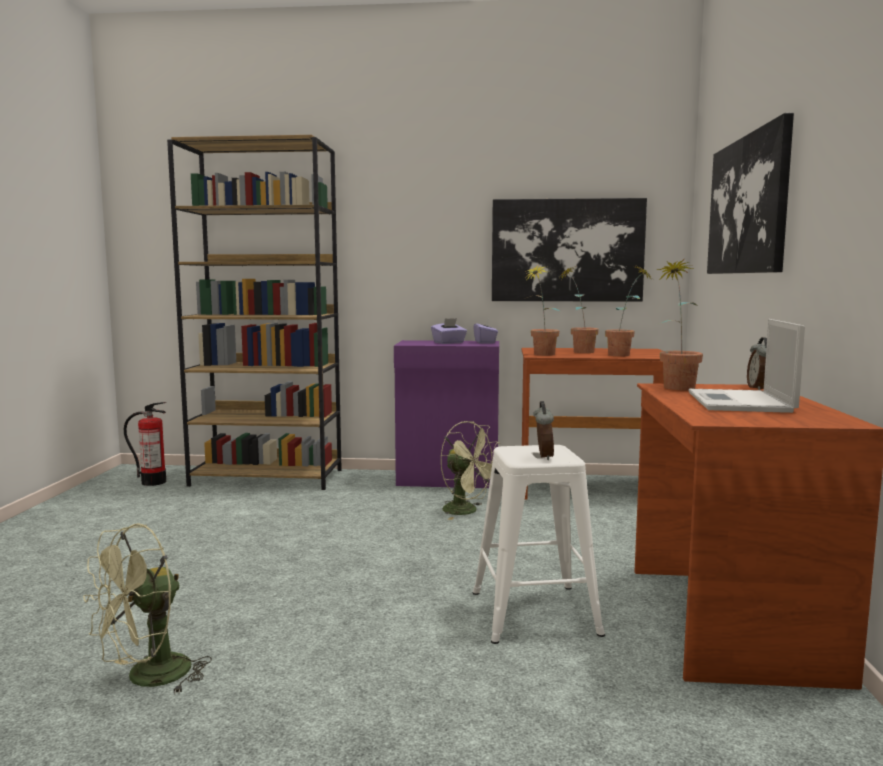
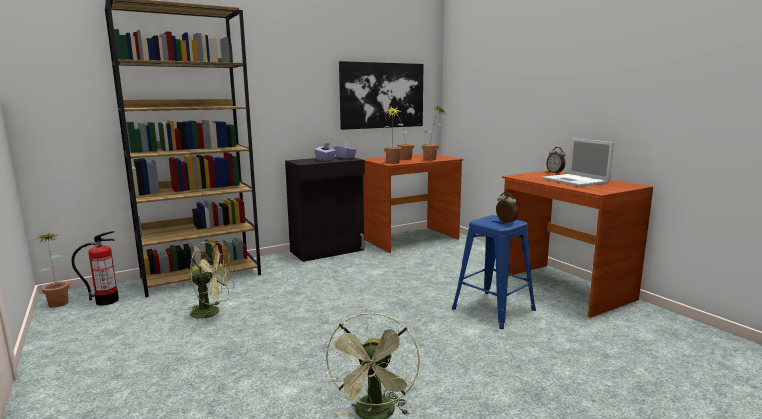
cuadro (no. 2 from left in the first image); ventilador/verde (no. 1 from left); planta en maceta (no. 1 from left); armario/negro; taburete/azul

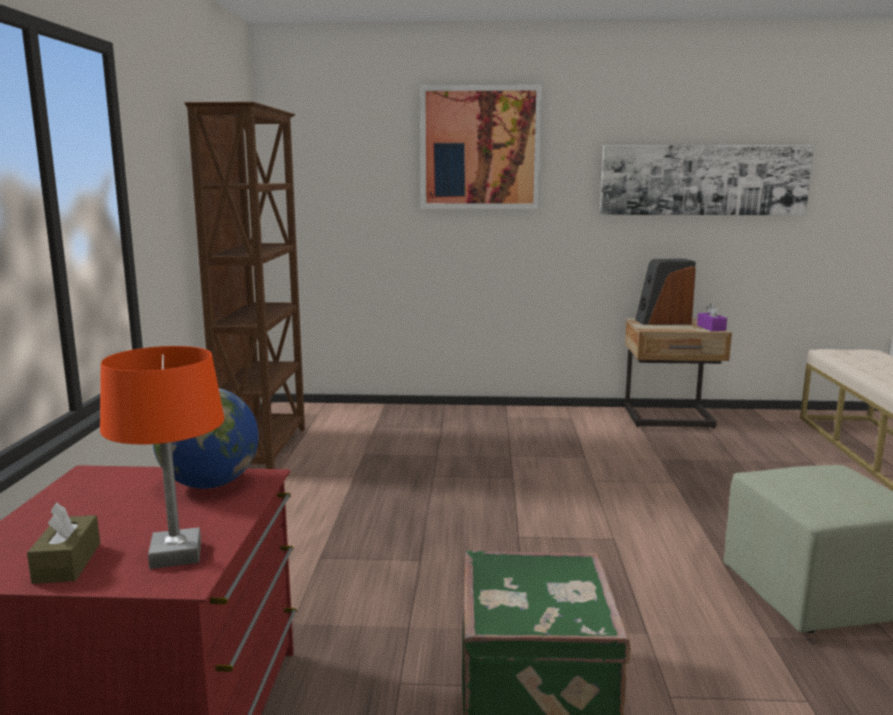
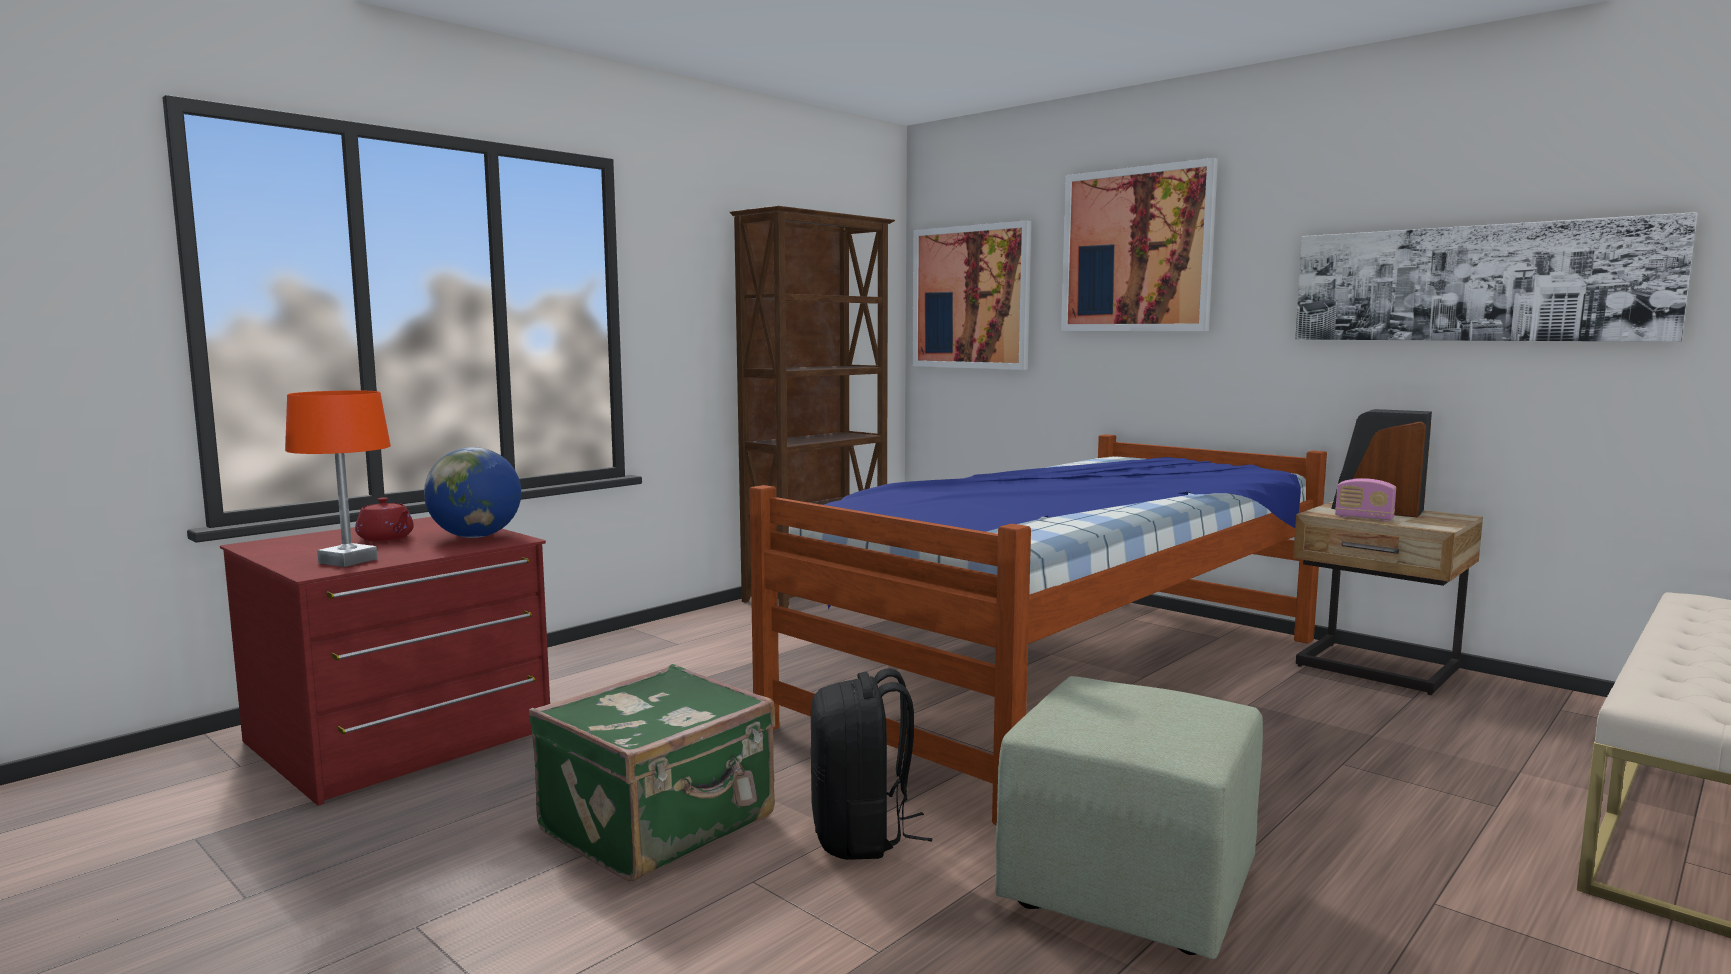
caja de pañuelos/marrón; caja de pañuelos/morado; tetera/rojo; cama; mochila/negro; cuadro (no. 1 from left); radio

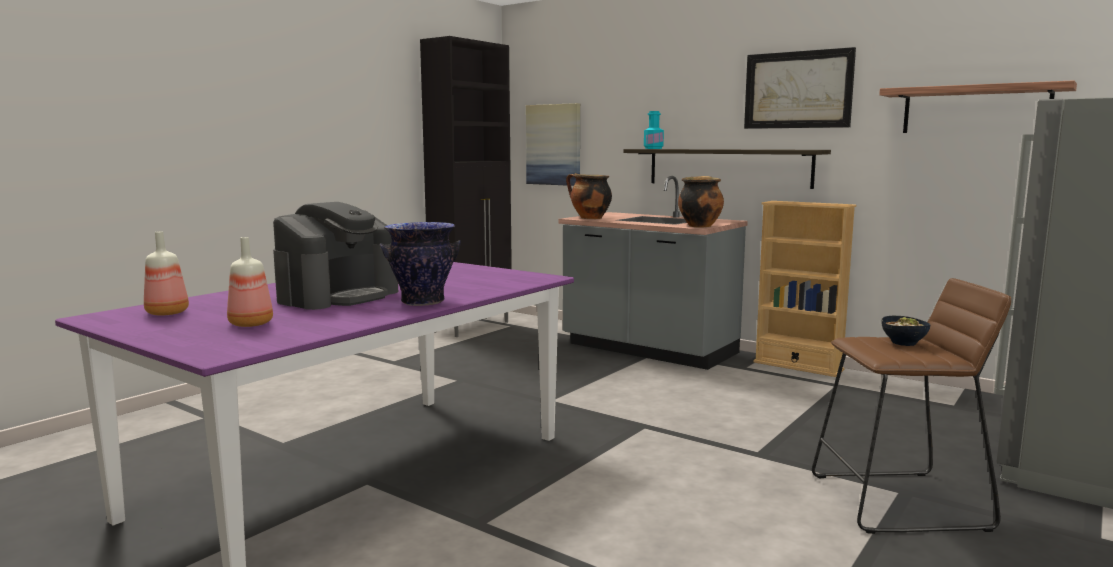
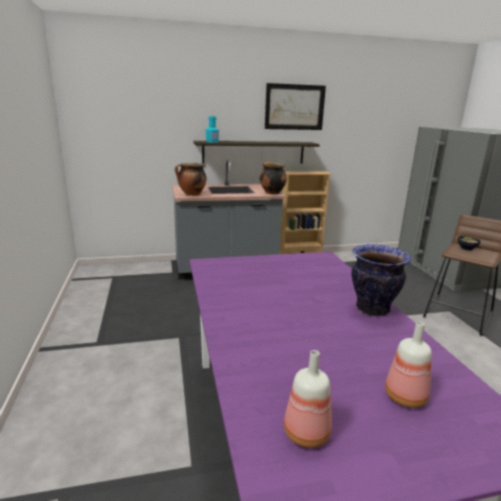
cafetera; armario/negro; cuadro (no. 1 from left in the first image); estante (no. 2 from left in the first image)

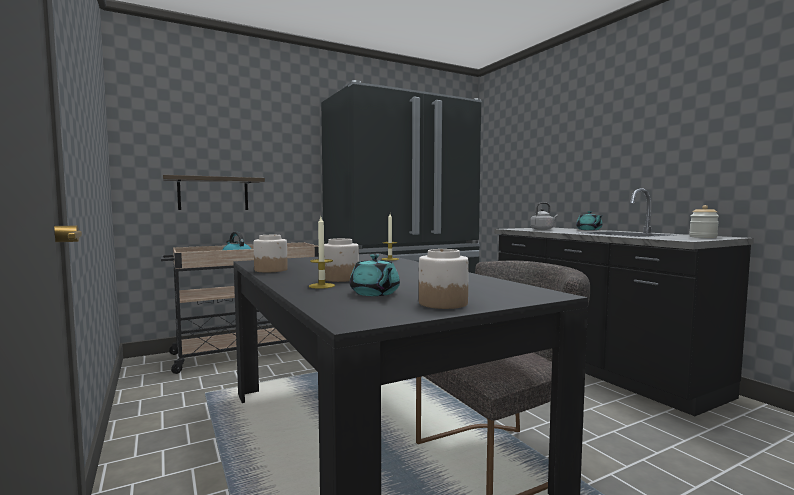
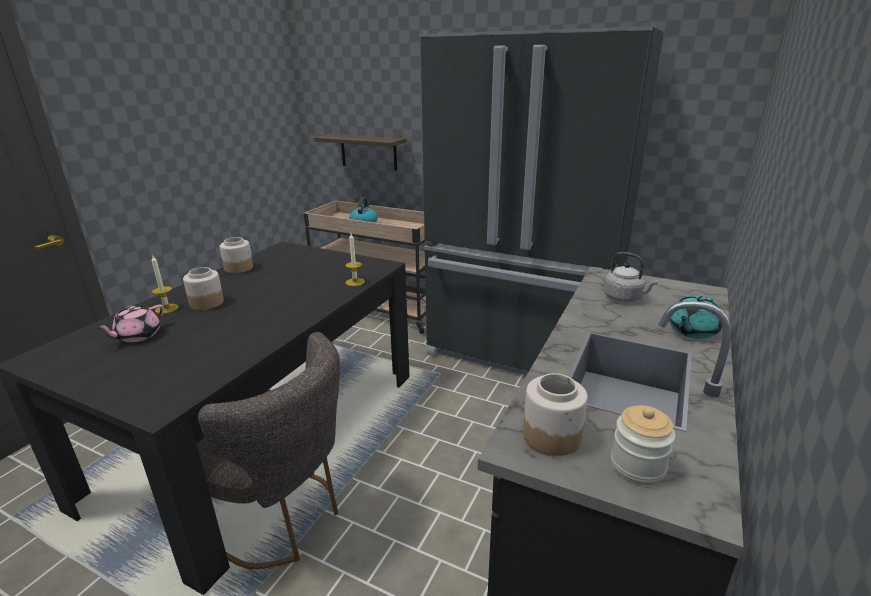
tarro (no. 3 from left); tetera/rosa

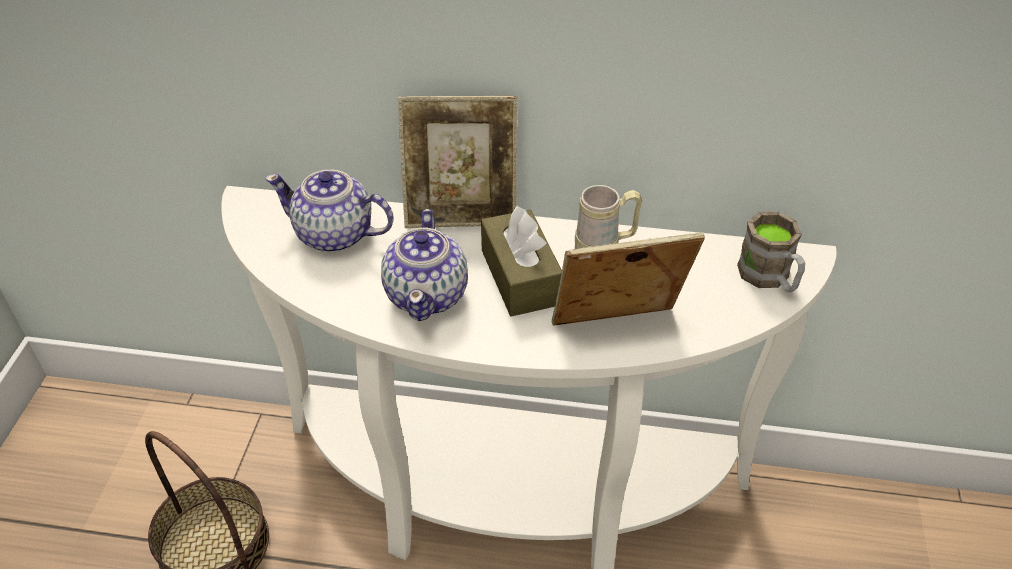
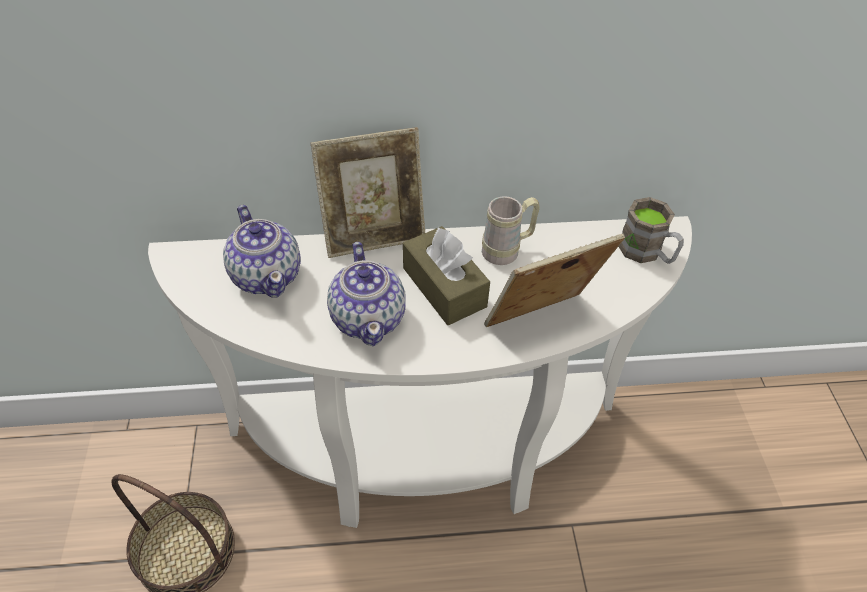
tetera (no. 1 from left)

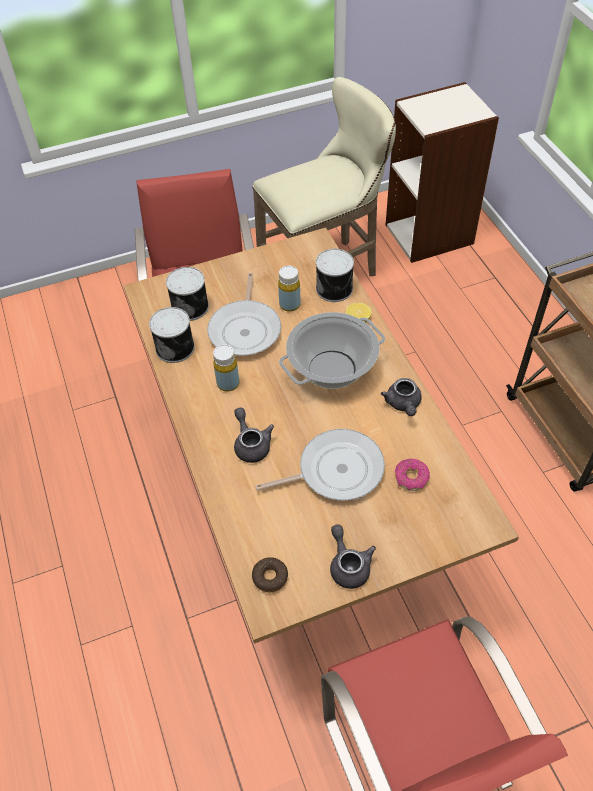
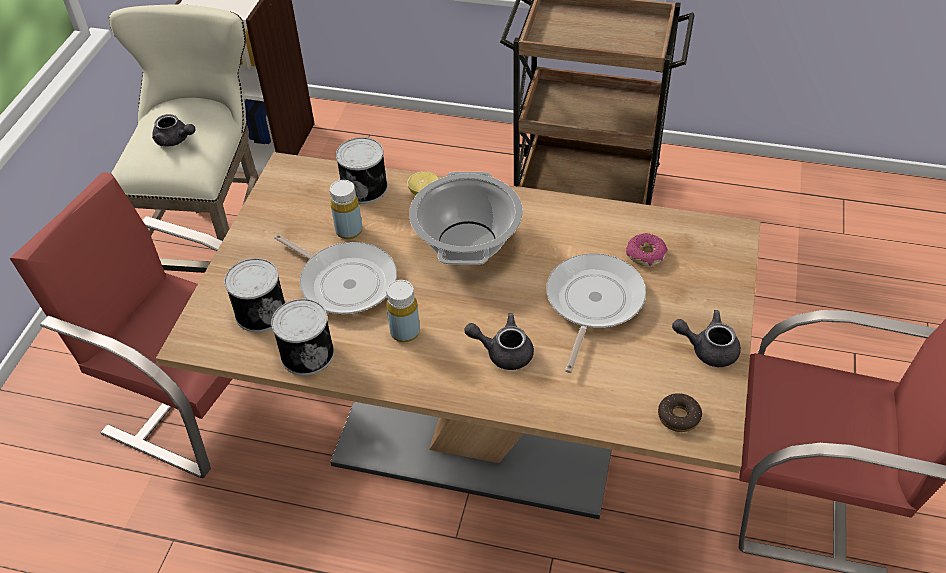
tetera/gris (no. 1 from left)

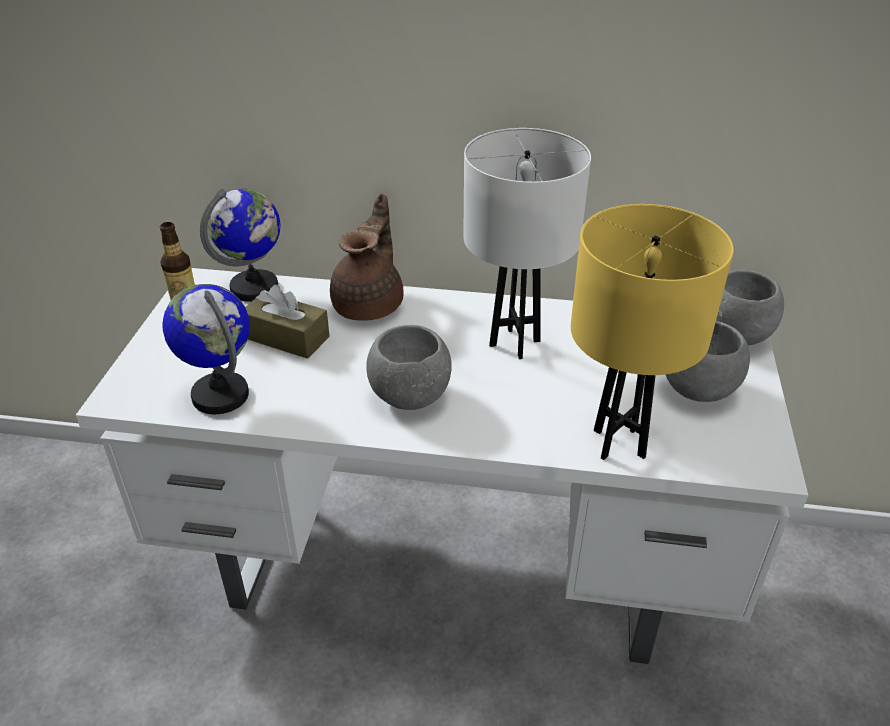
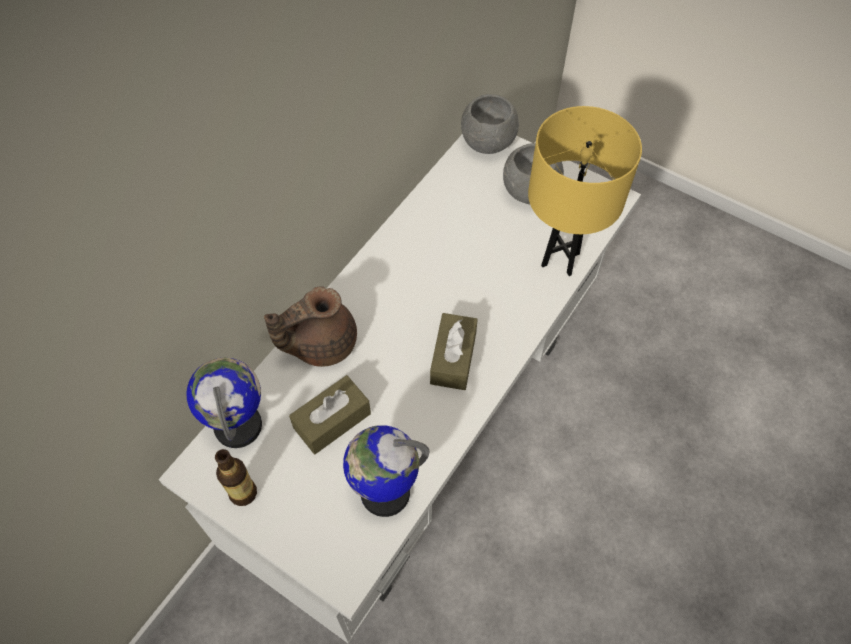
lámpara de mesa/blanco; caja de pañuelos/marrón (no. 2 from left); tetera/marrón

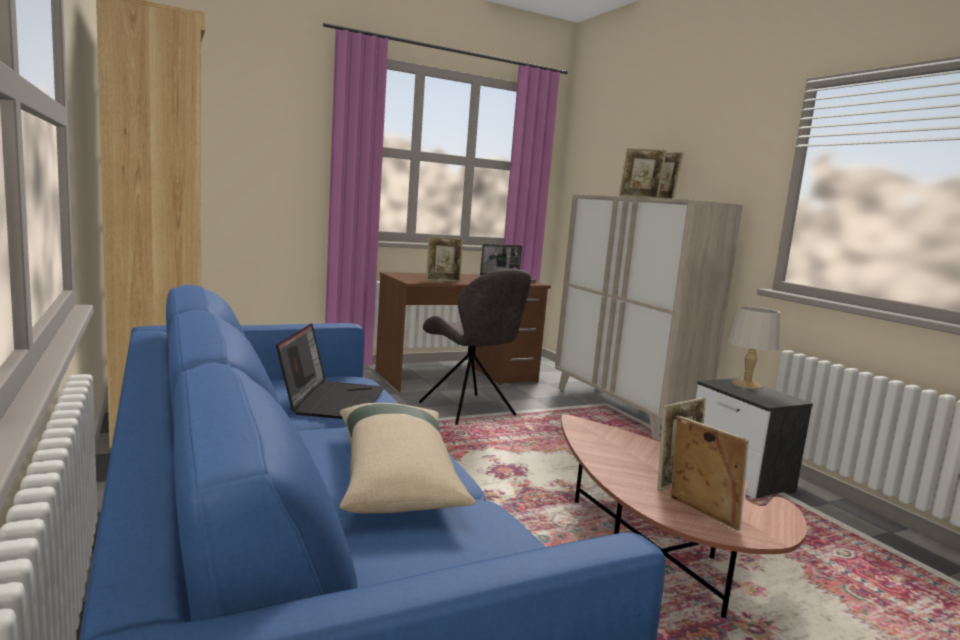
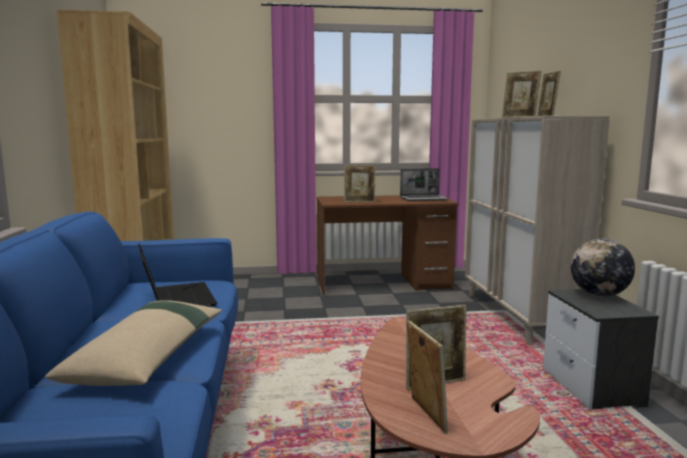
silla/gris; globo terráqueo; portátil (no. 1 from left)

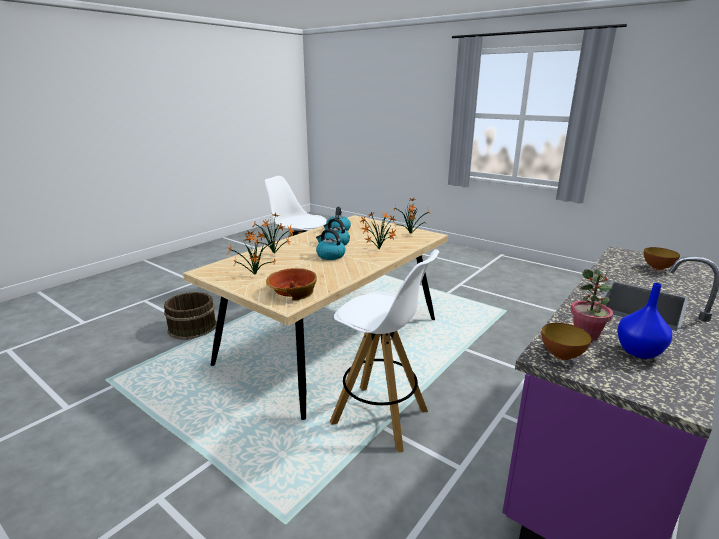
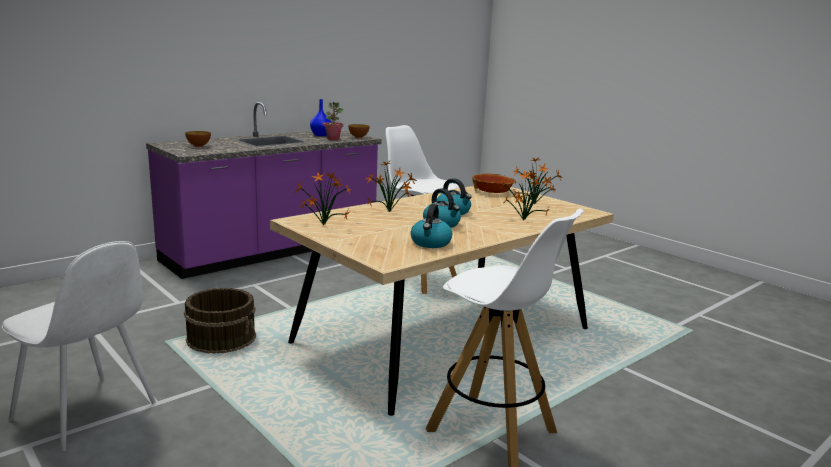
silla/blanco; cubo/marrón

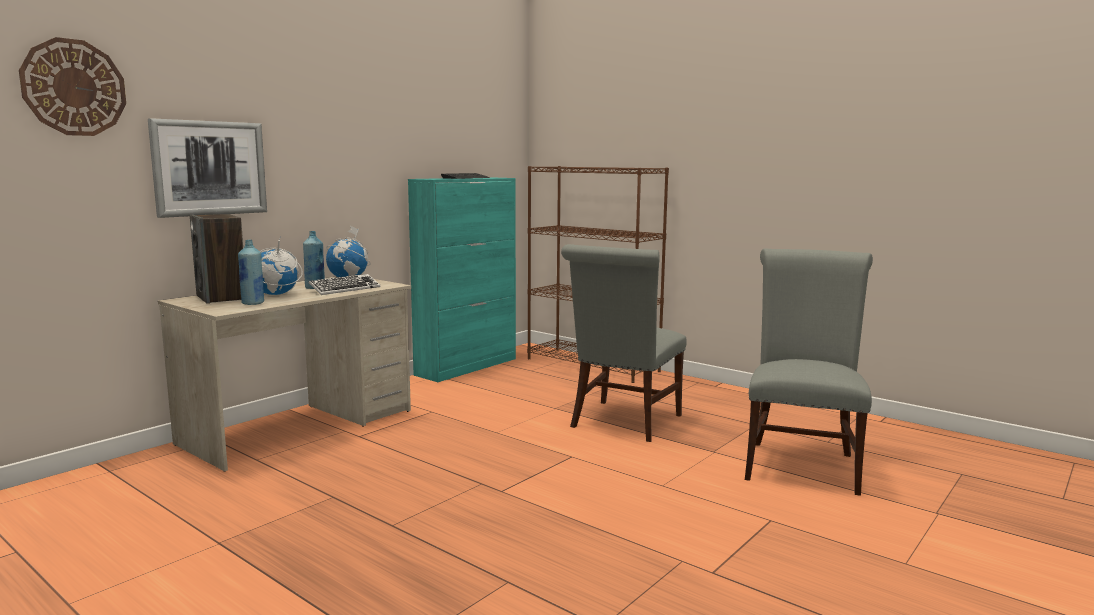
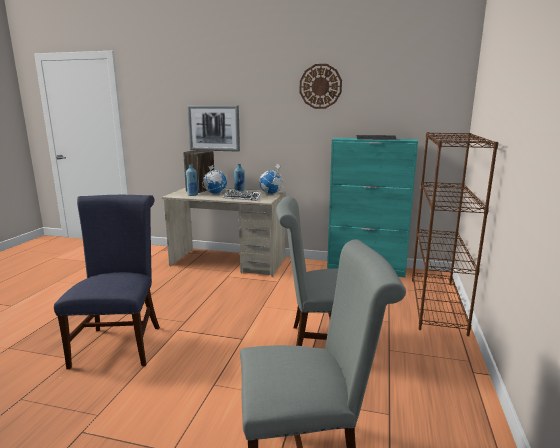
silla/azul; reloj de pared

